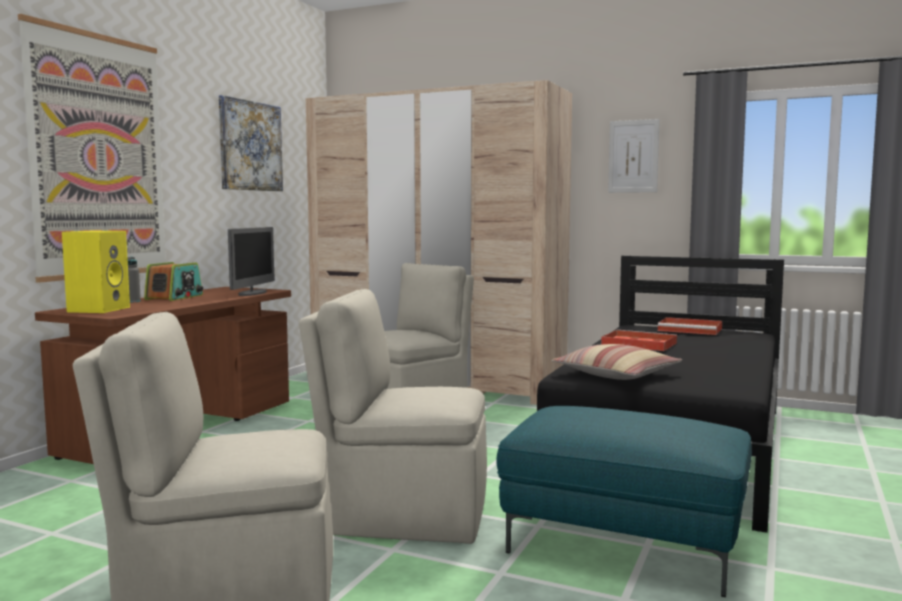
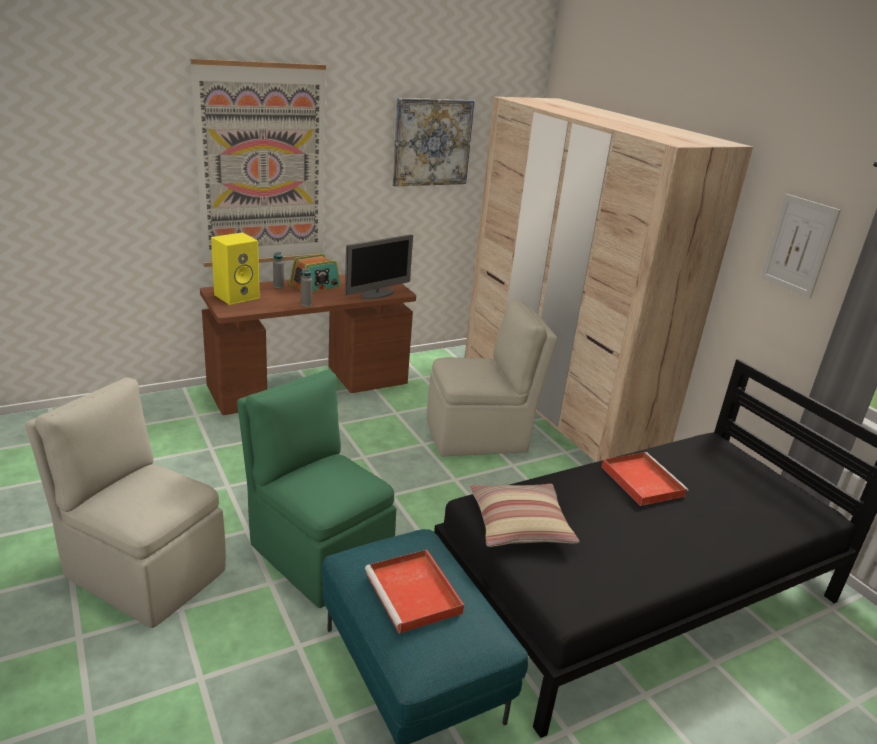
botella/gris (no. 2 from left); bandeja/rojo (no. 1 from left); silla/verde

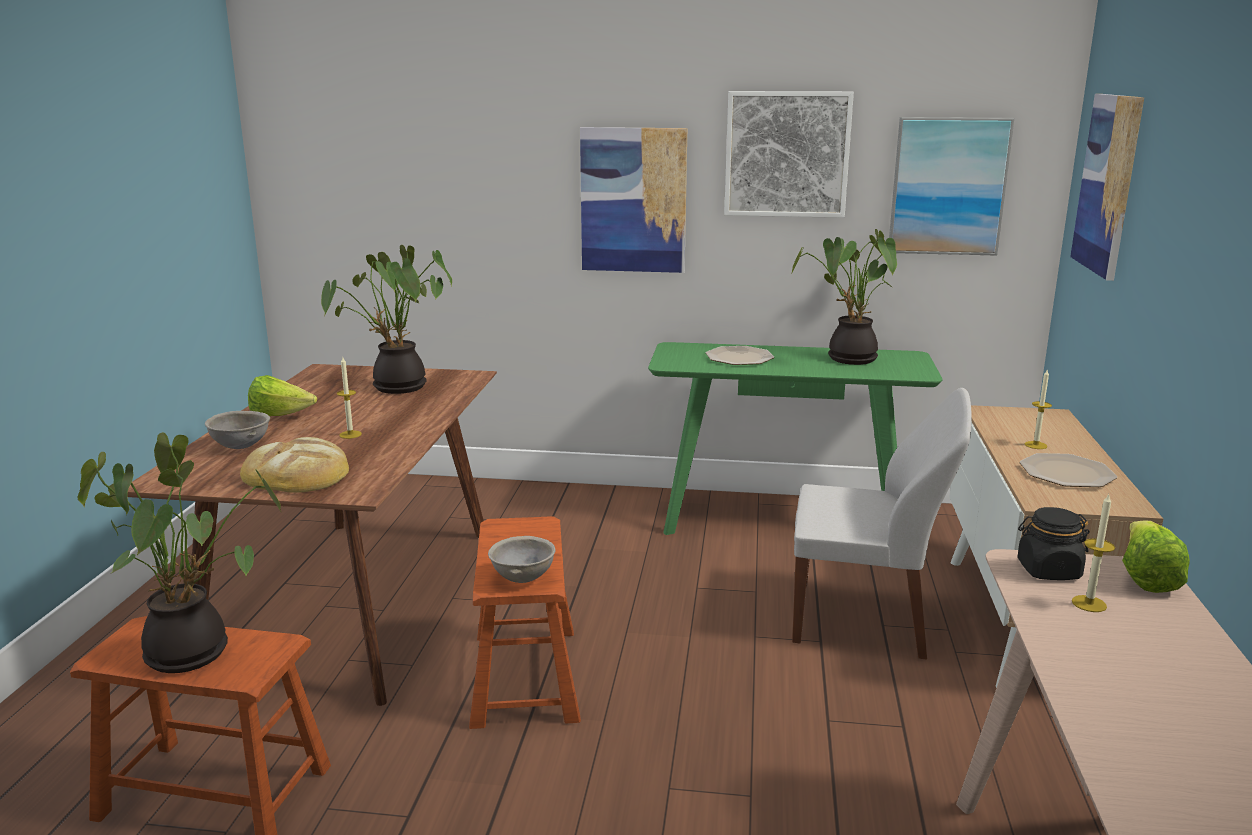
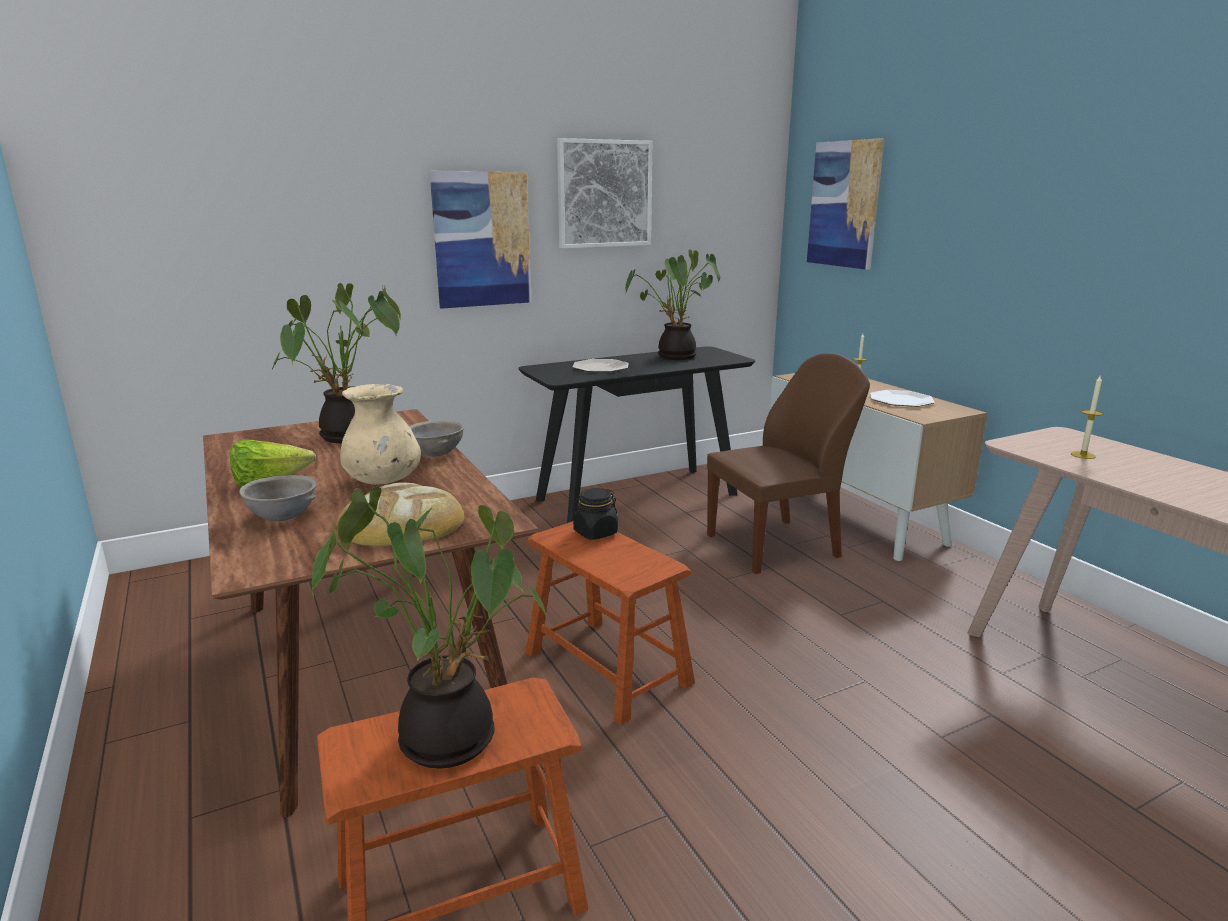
cuadro (no. 3 from left in the first image); lechuga (no. 2 from left in the first image); cuenco/gris (no. 2 from left); tarro/negro; florero/beis; mesa consola/negro; silla/marrón

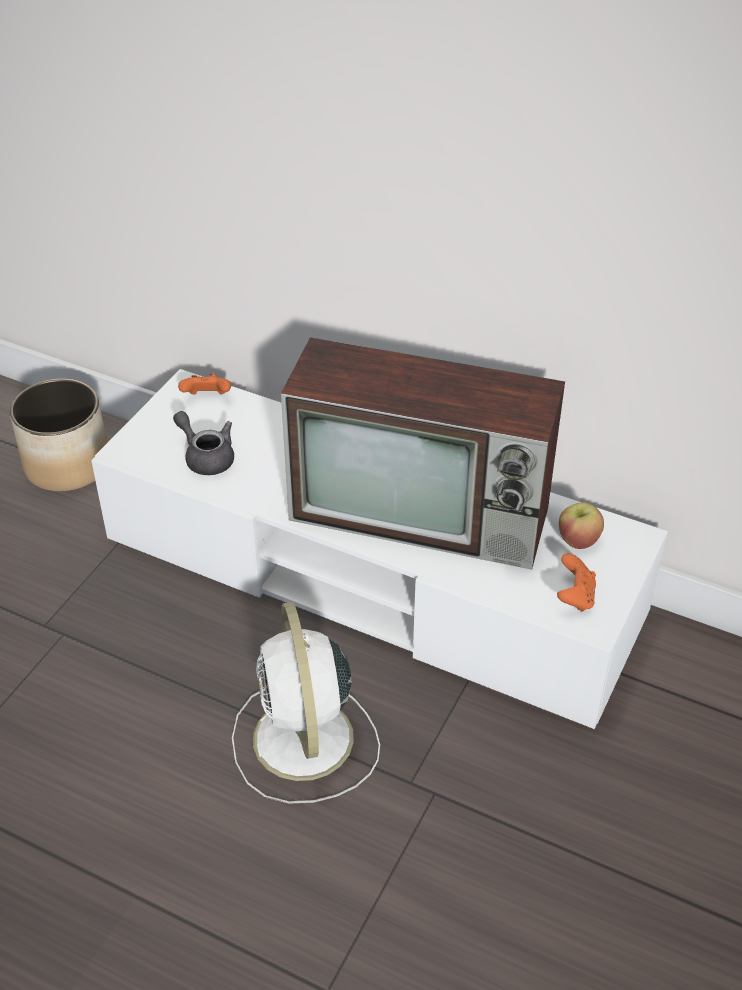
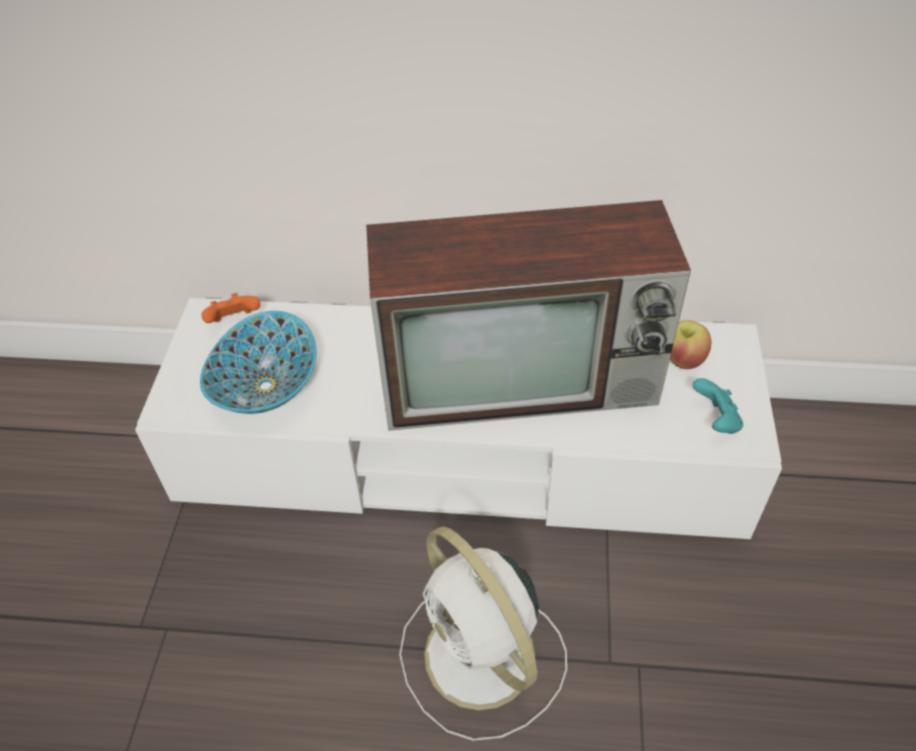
maceta; cuenco; mando de consola/turquesa

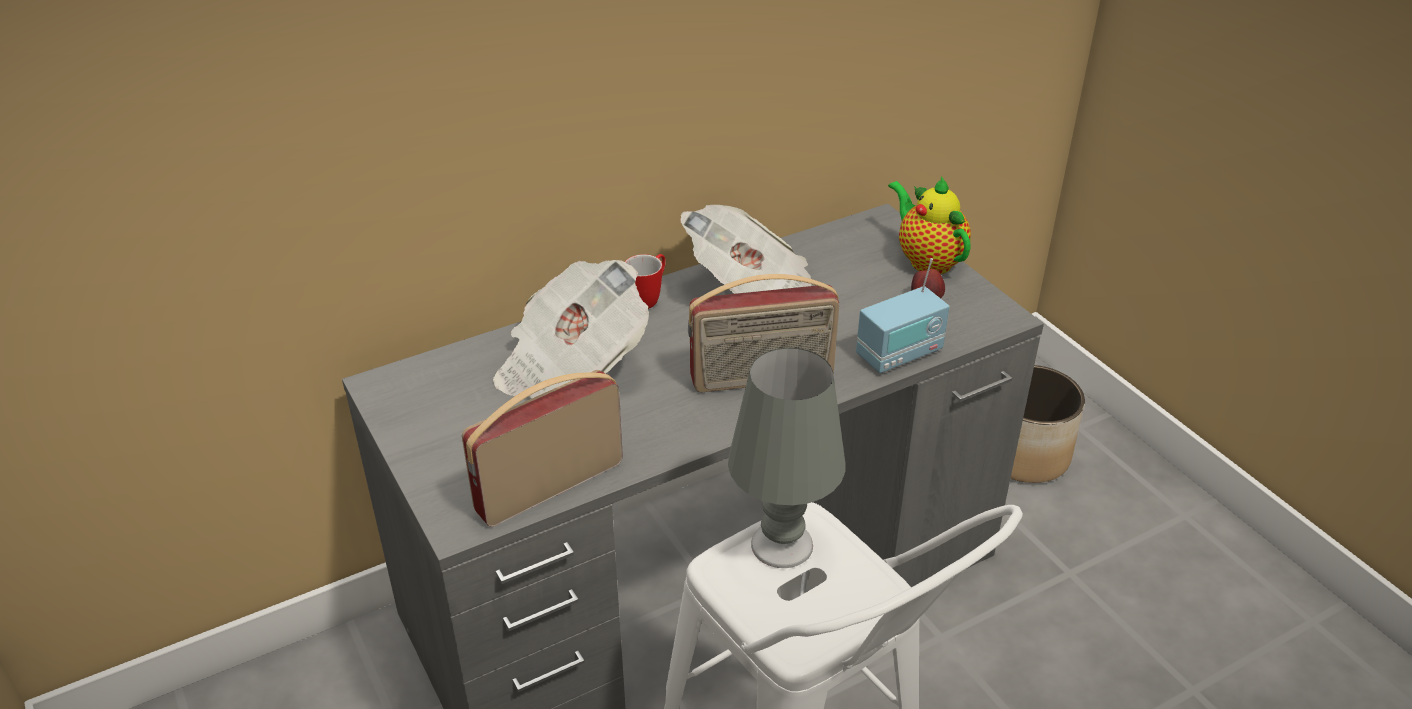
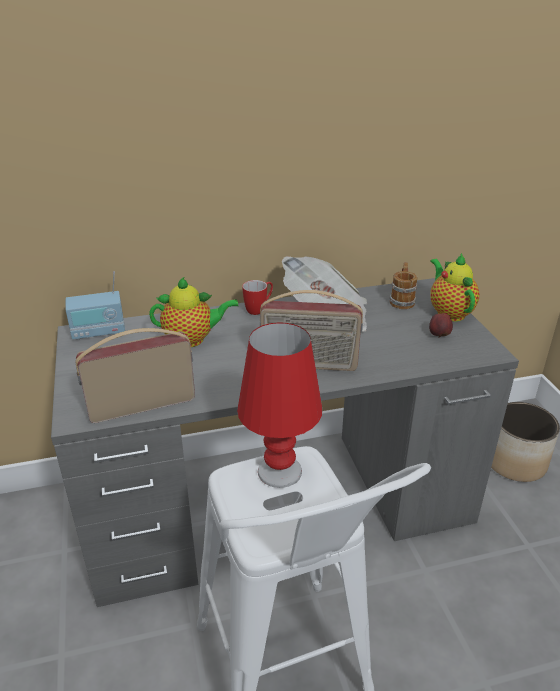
taza grande (no. 2 from left); radio (no. 1 from left); tetera (no. 1 from left); lámpara de mesa/rojo

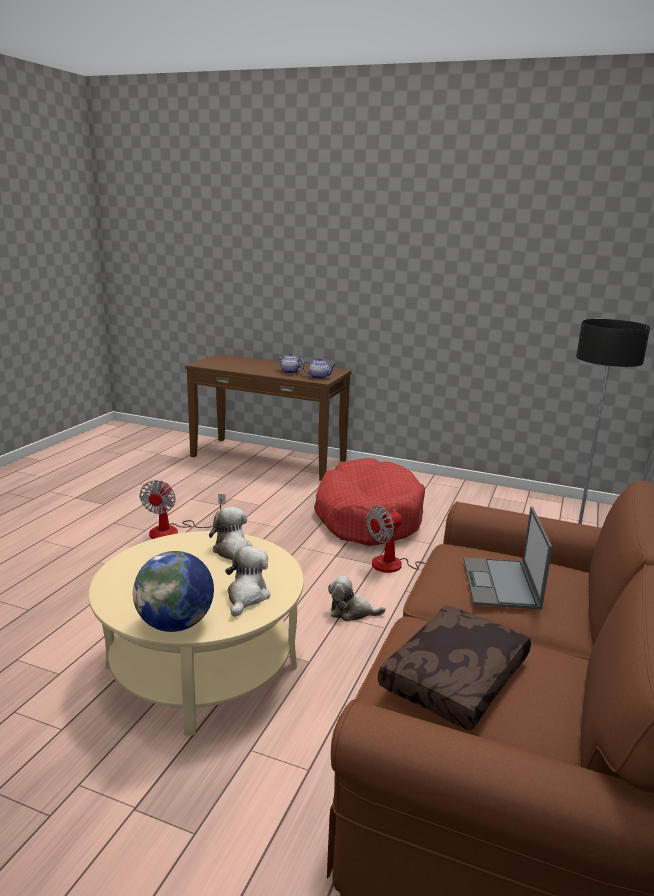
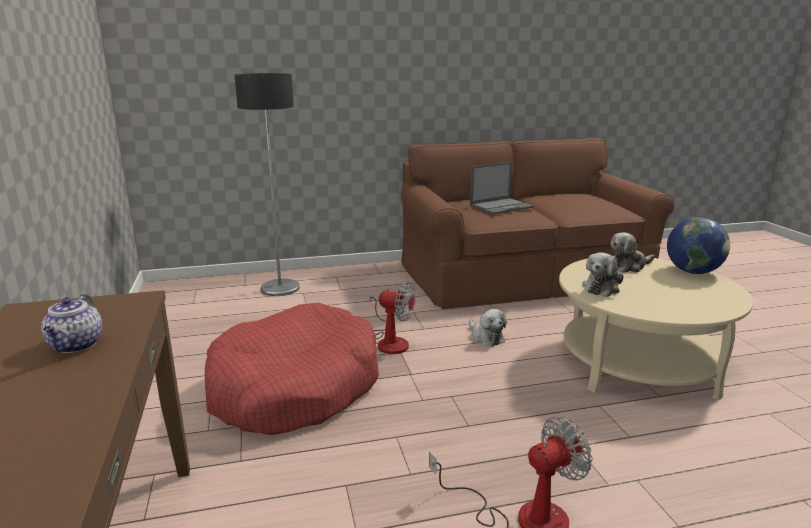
tetera (no. 2 from left in the first image); cojín/marrón

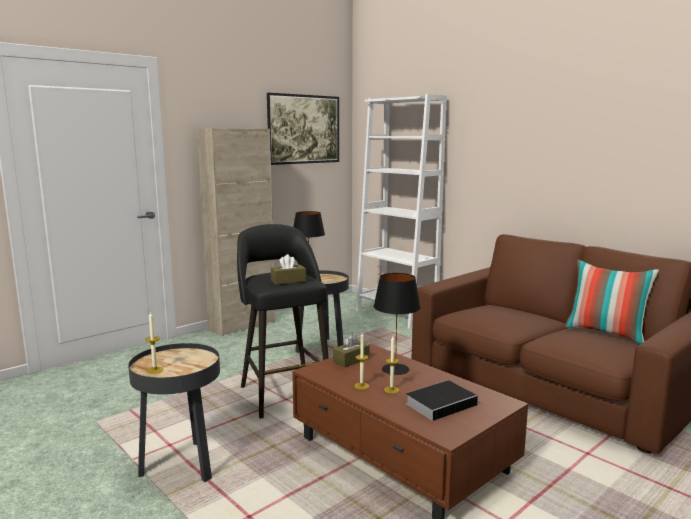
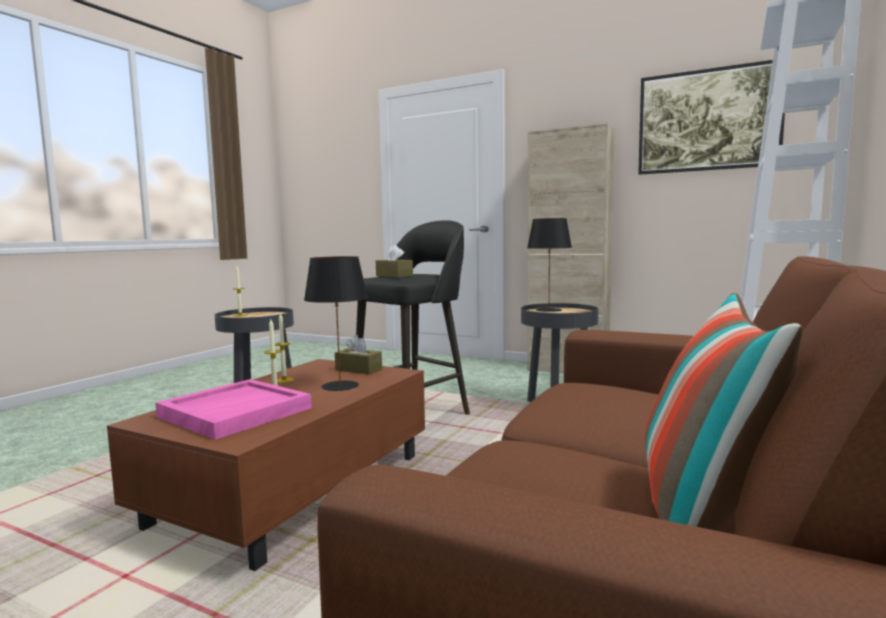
bandeja/rosa

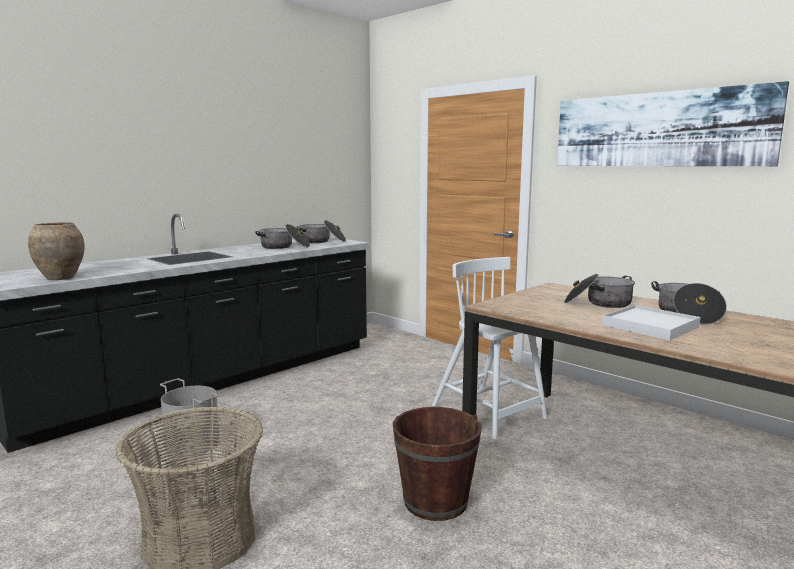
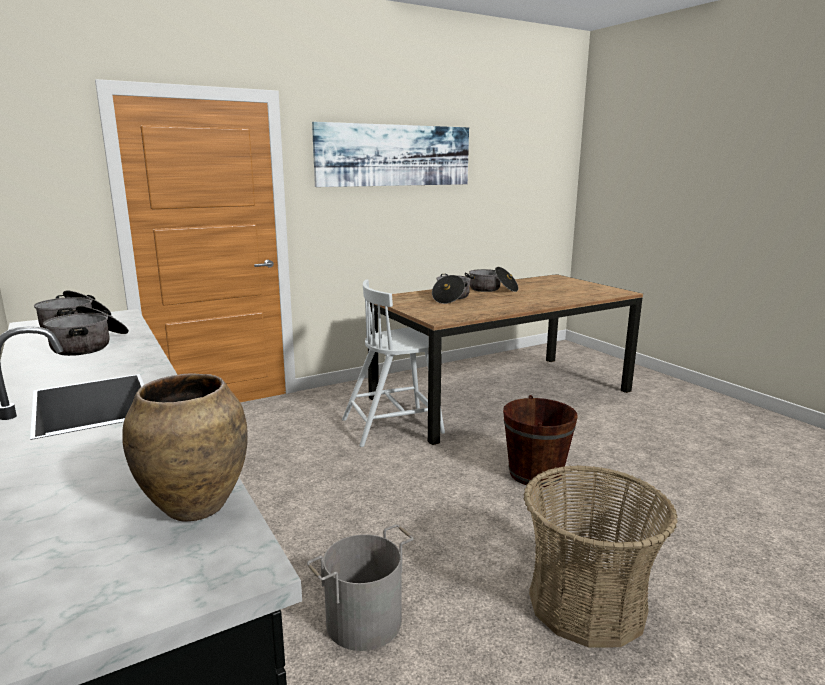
bandeja/blanco

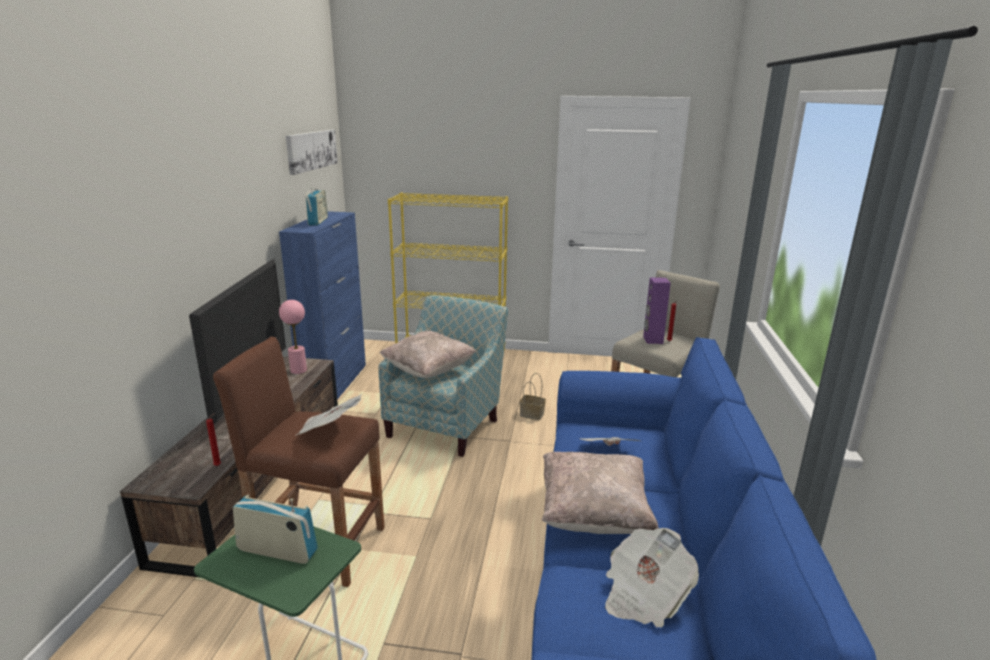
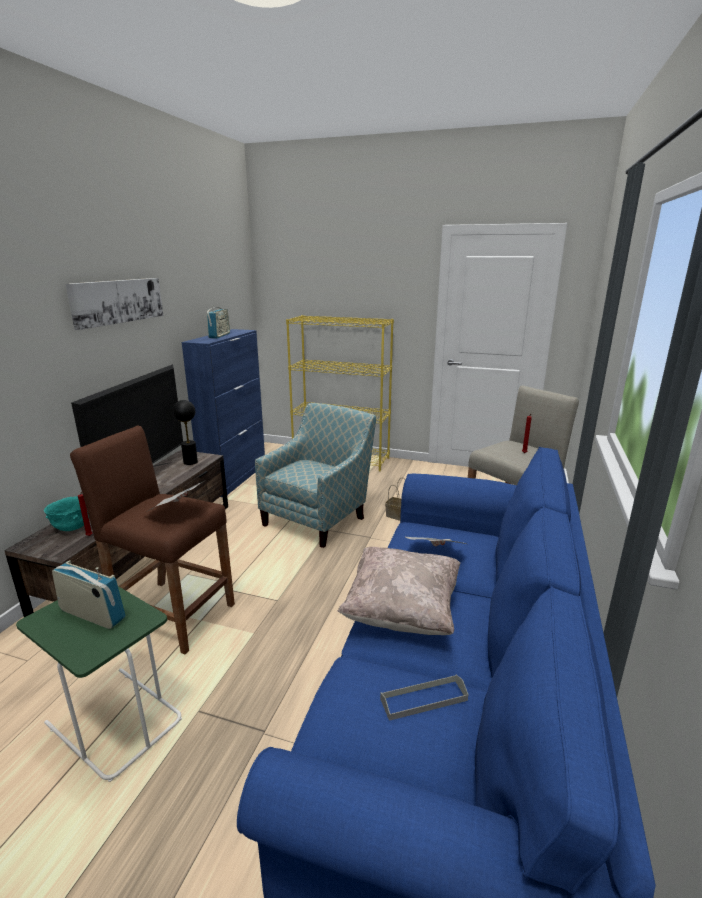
cojín/beis (no. 1 from left in the first image); altavoz/morado; cuenco/turquesa; cuadro; bandeja/gris; lámpara de mesa/negro

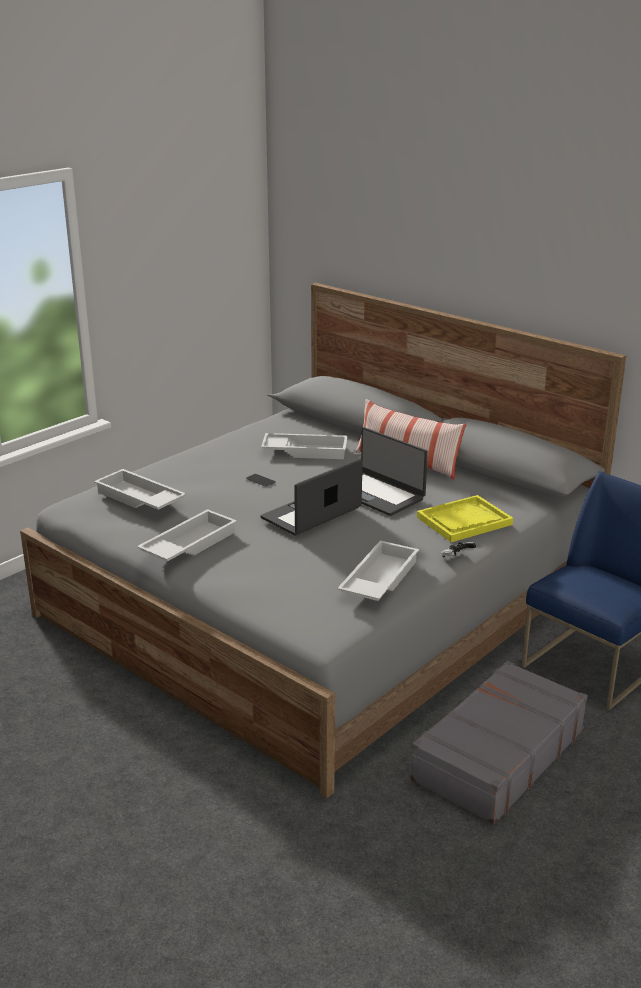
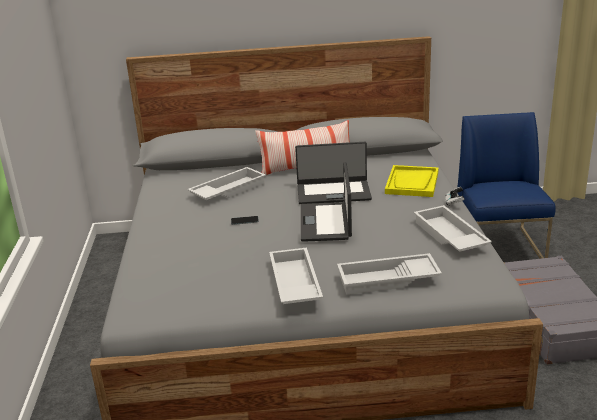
bandeja/blanco (no. 3 from left)

